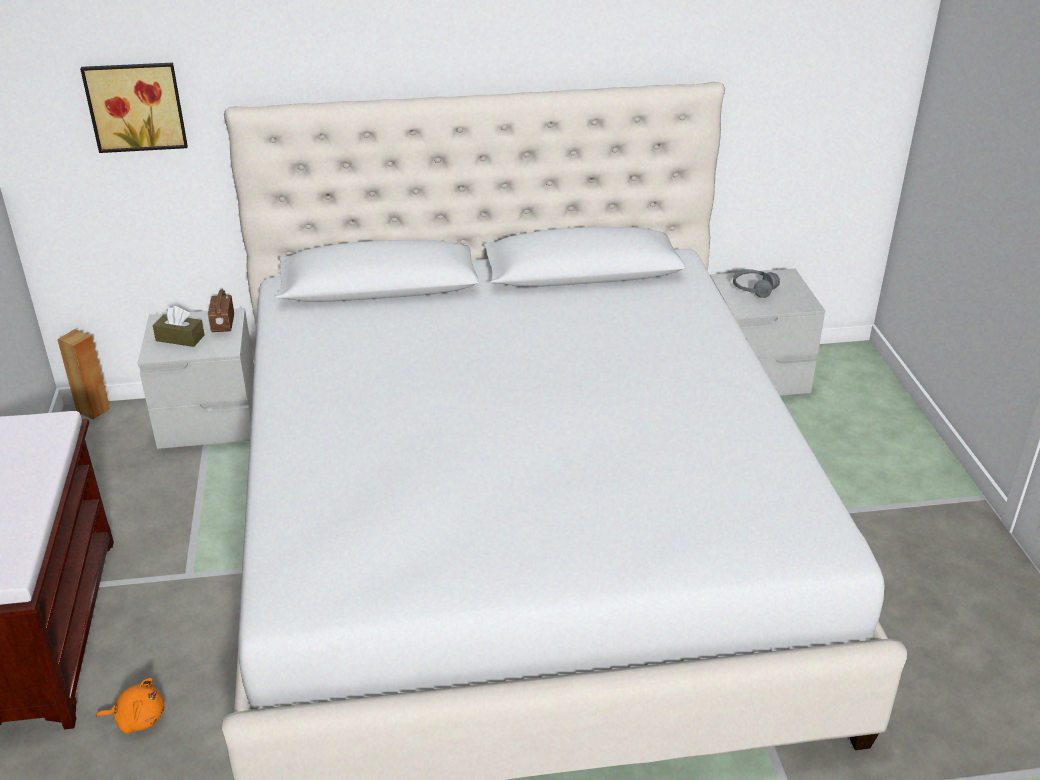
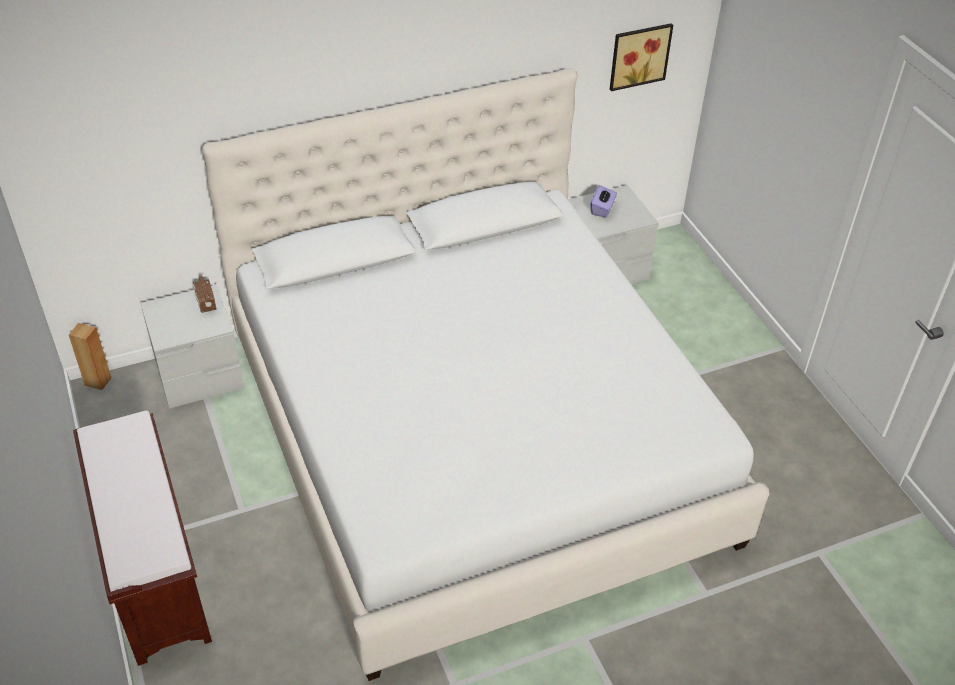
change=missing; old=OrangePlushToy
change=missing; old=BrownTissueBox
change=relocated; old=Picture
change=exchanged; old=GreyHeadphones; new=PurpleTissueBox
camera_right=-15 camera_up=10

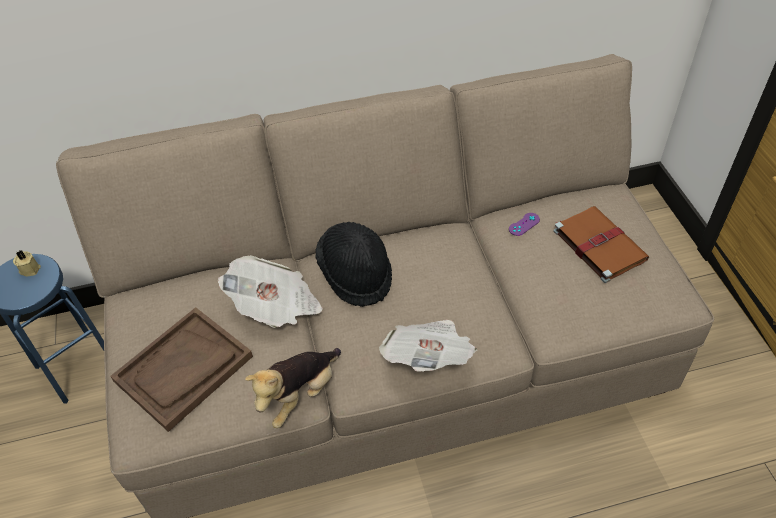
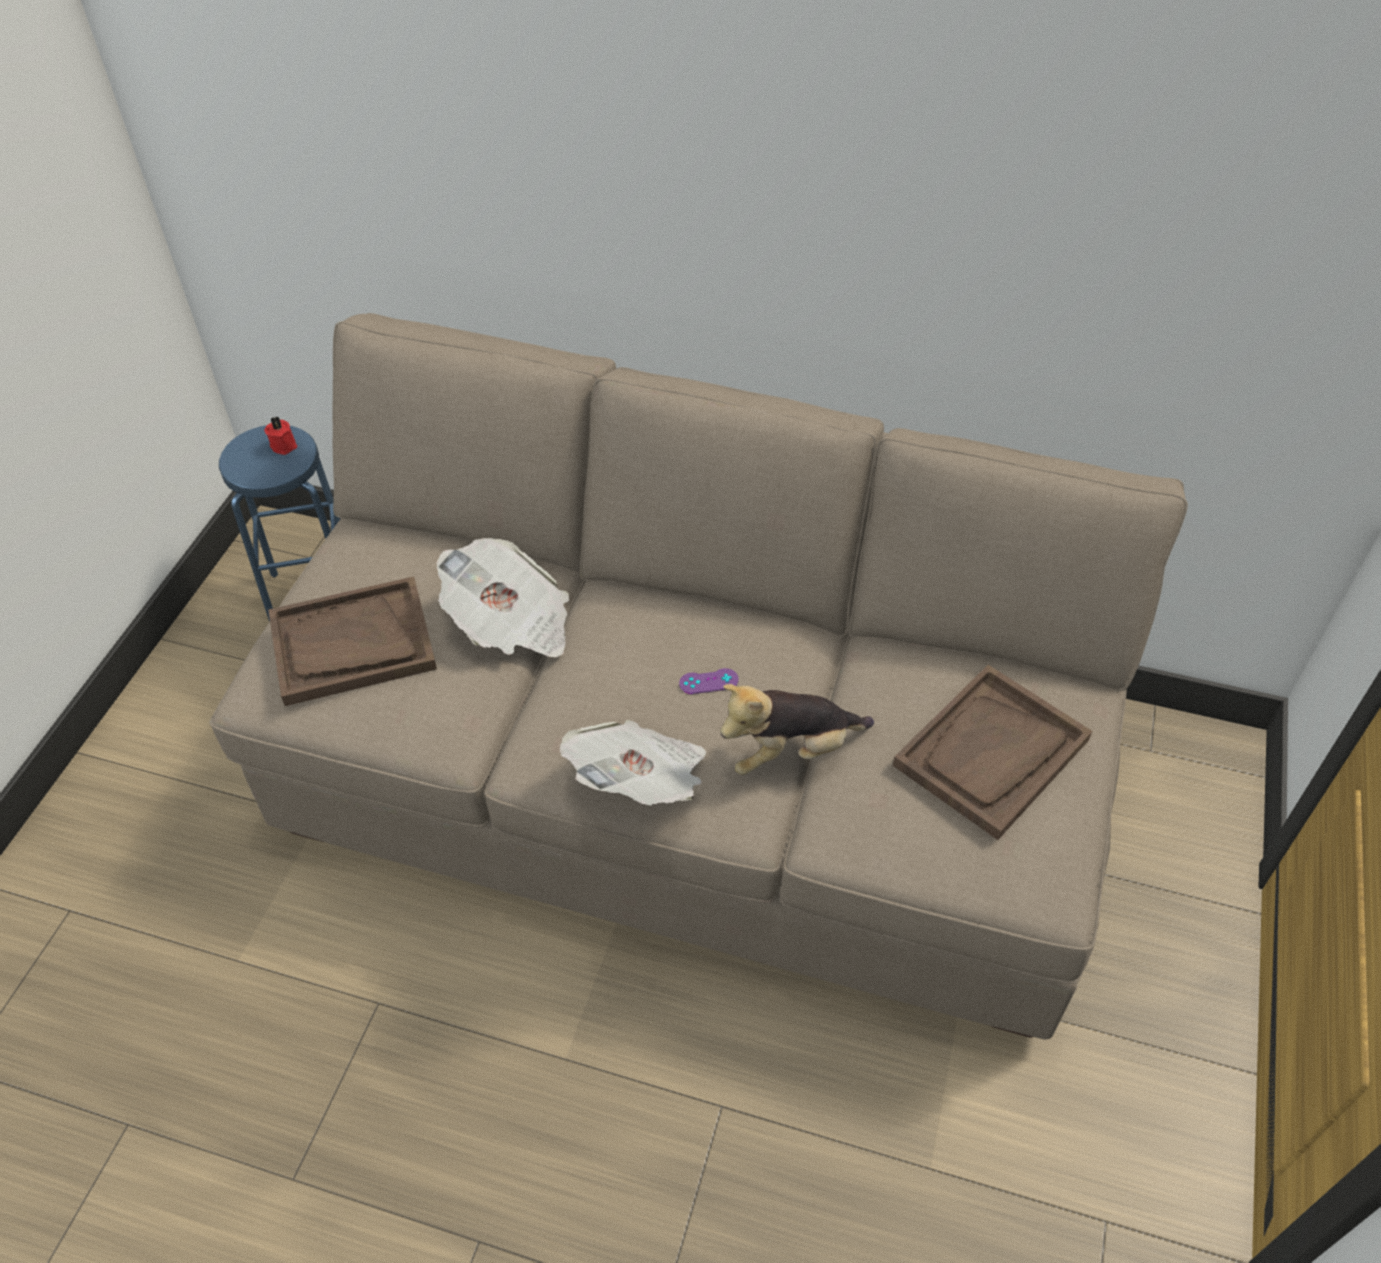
change=missing; old=BlackHat
change=relocated; old=PlushToy
change=relocated; old=PurpleGameController
change=exchanged; old=BrownBook; new=BrownTray (no. 2 from left)
change=colour; old=BeigeCandle; new=RedCandle
camera_right=30 camera_up=0

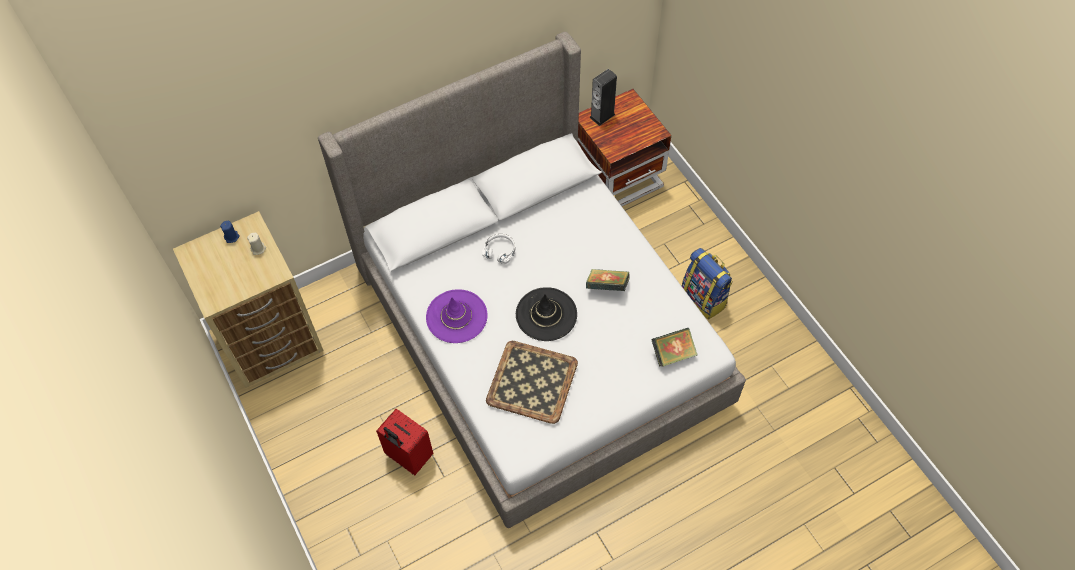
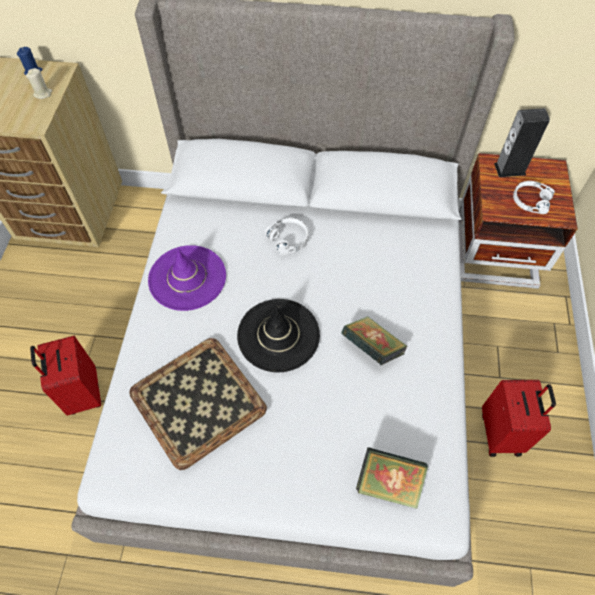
change=appeared; new=WhiteHeadphones (no. 2 from left)
change=exchanged; old=Backpack; new=RedSuitcase (no. 2 from left)
camera_right=35 camera_up=0

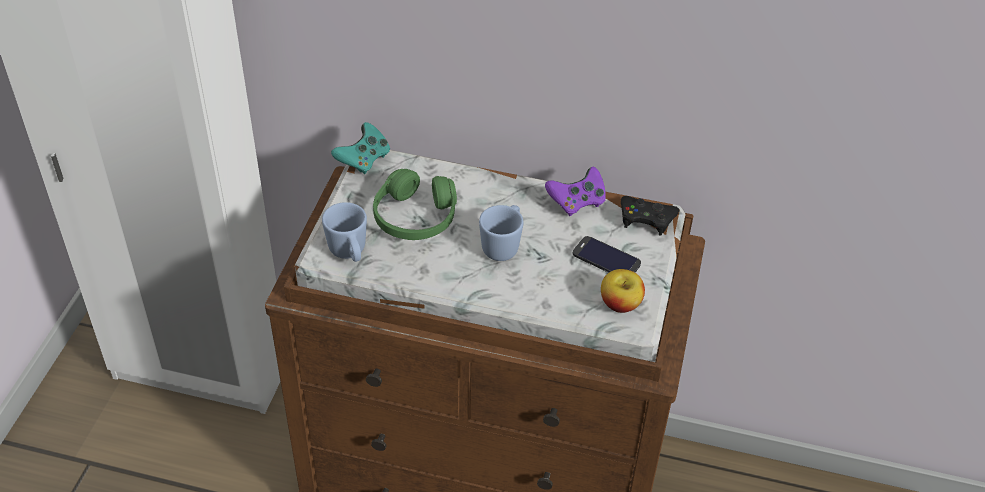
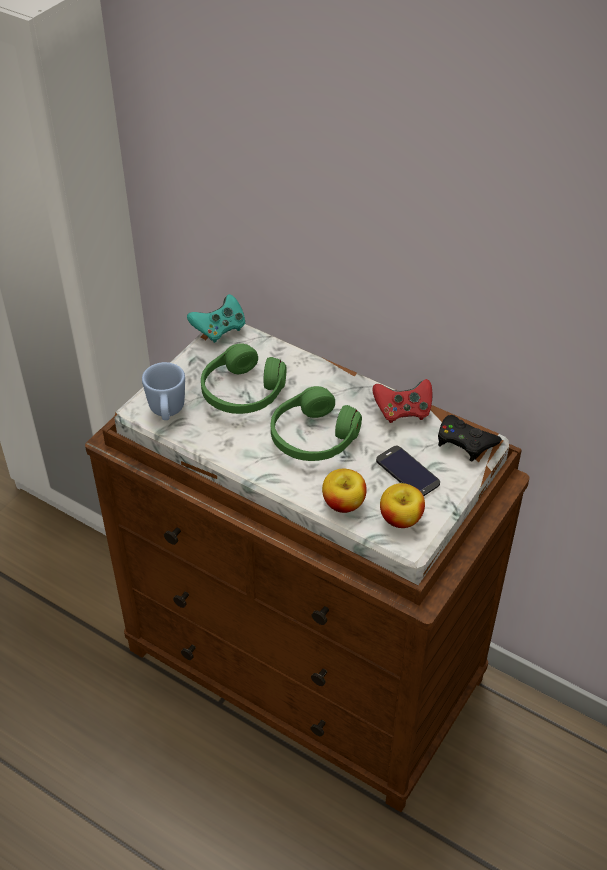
change=appeared; new=Apple (no. 1 from left)
change=exchanged; old=BlueMug (no. 2 from left); new=GreenHeadphones (no. 2 from left)
change=colour; old=PurpleGameController; new=RedGameController
camera_right=20 camera_up=0

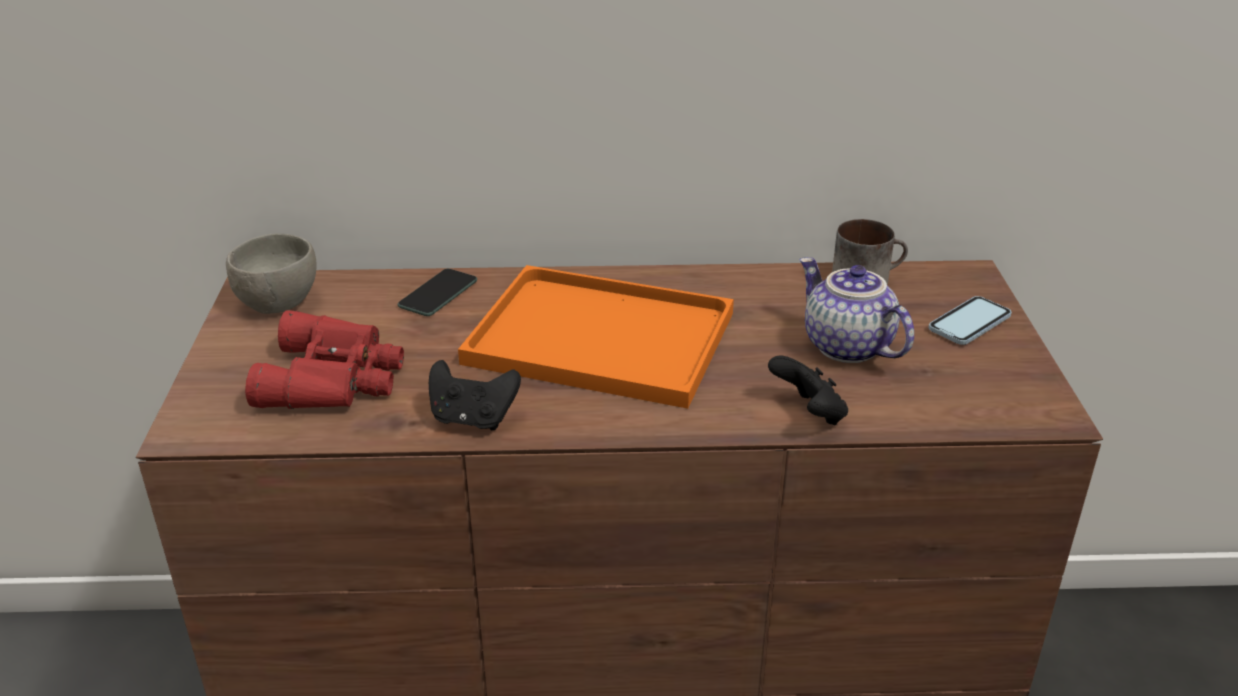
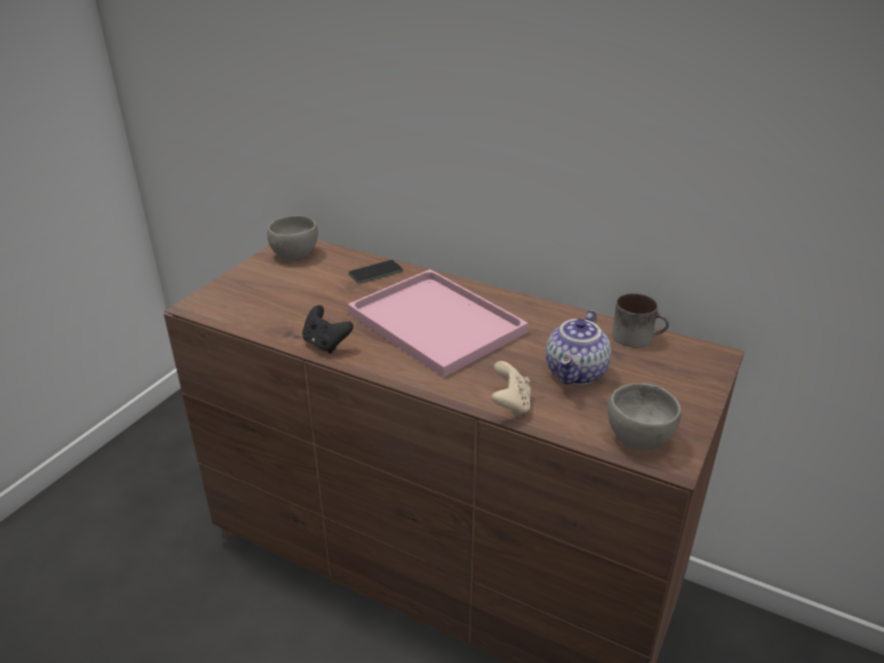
change=missing; old=RedBinoculars
change=missing; old=Phone (no. 2 from left)
change=appeared; new=GreyBowl (no. 2 from left)
change=colour; old=OrangeTray; new=PinkTray
change=colour; old=BlackGameController (no. 2 from left); new=BeigeGameController
change=spun; old=Teapot; degrees=-150
camera_right=30 camera_up=0

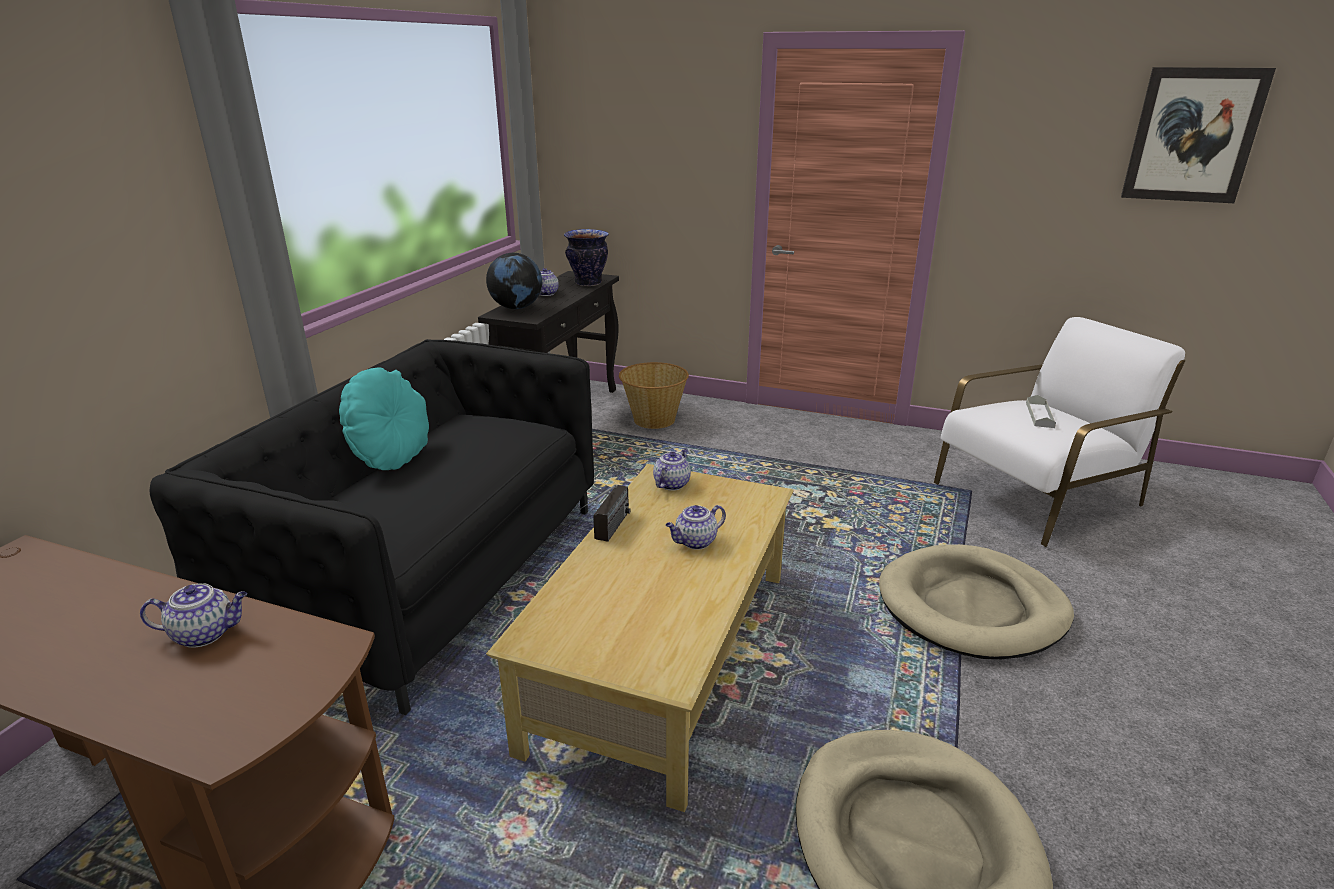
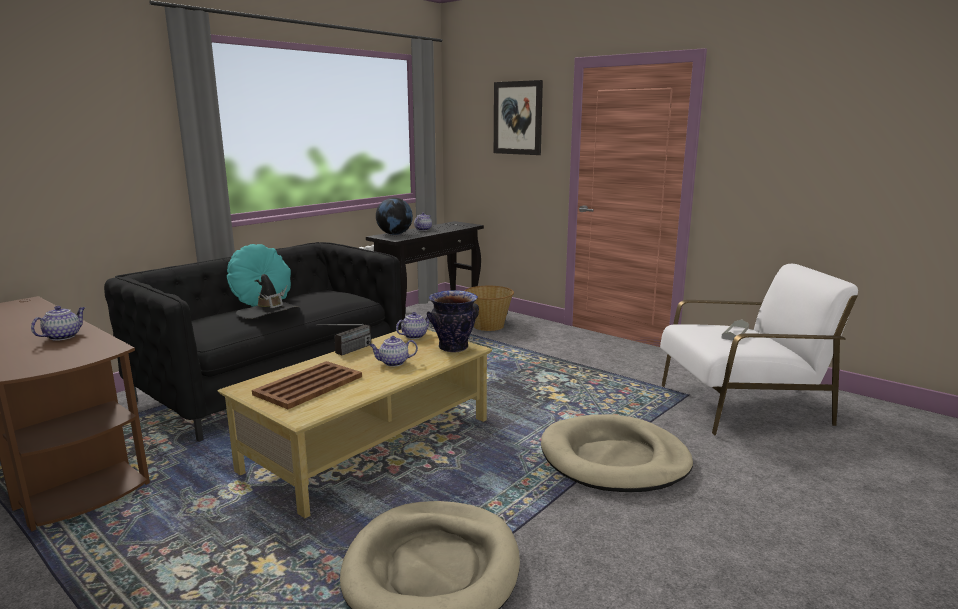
change=appeared; new=BlackHat
change=appeared; new=BrownTray
change=relocated; old=Vase
change=relocated; old=Picture
change=spun; old=Teapot (no. 1 from left); degrees=-75
camera_right=20 camera_up=-10

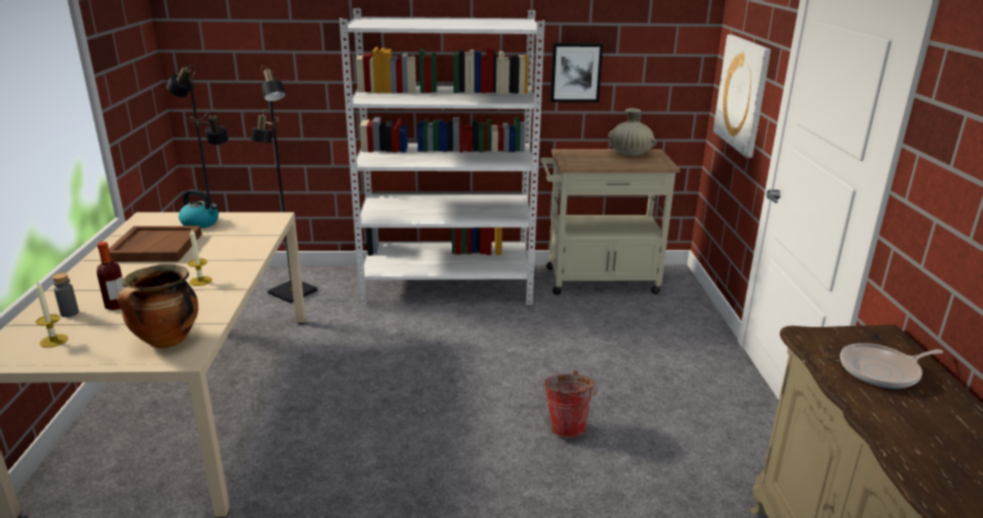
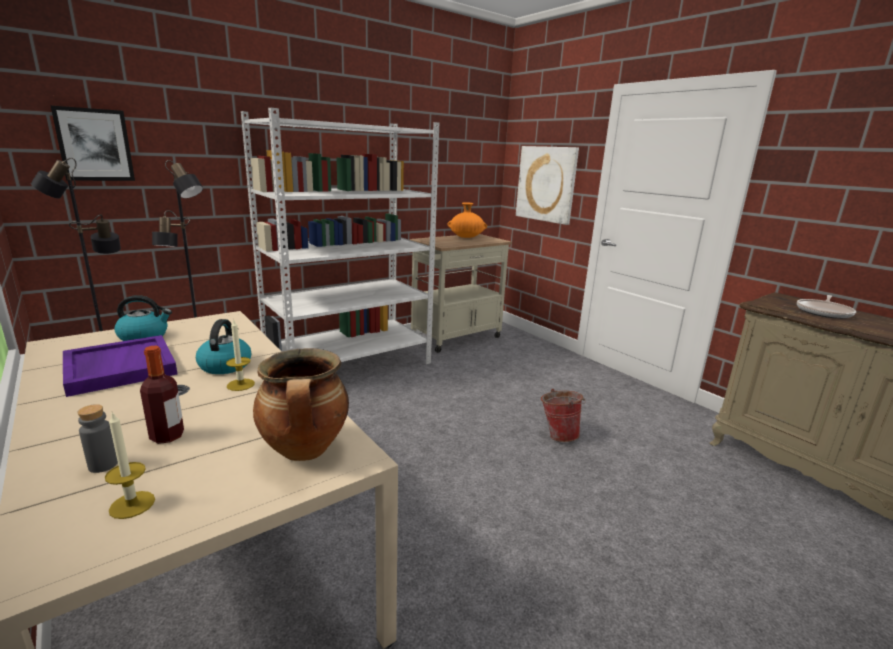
change=appeared; new=Kettle (no. 2 from left)
change=relocated; old=Picture (no. 1 from left)
change=colour; old=BrownTray; new=PurpleTray
change=colour; old=BeigeVase; new=OrangeVase
camera_right=-35 camera_up=-5

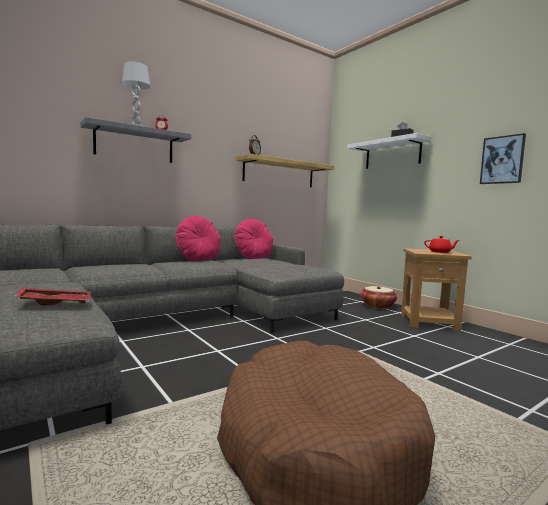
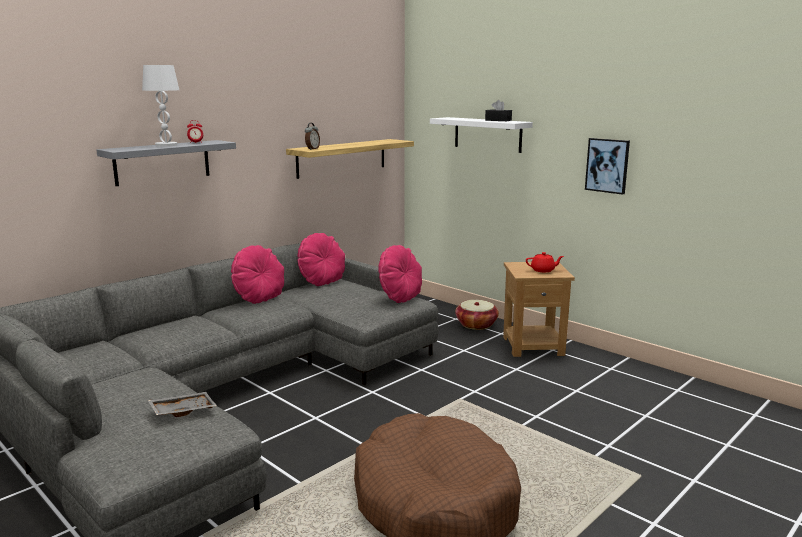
change=appeared; new=PinkPillow (no. 3 from left)
change=colour; old=RedTray; new=GreyTray
camera_right=-10 camera_up=10

